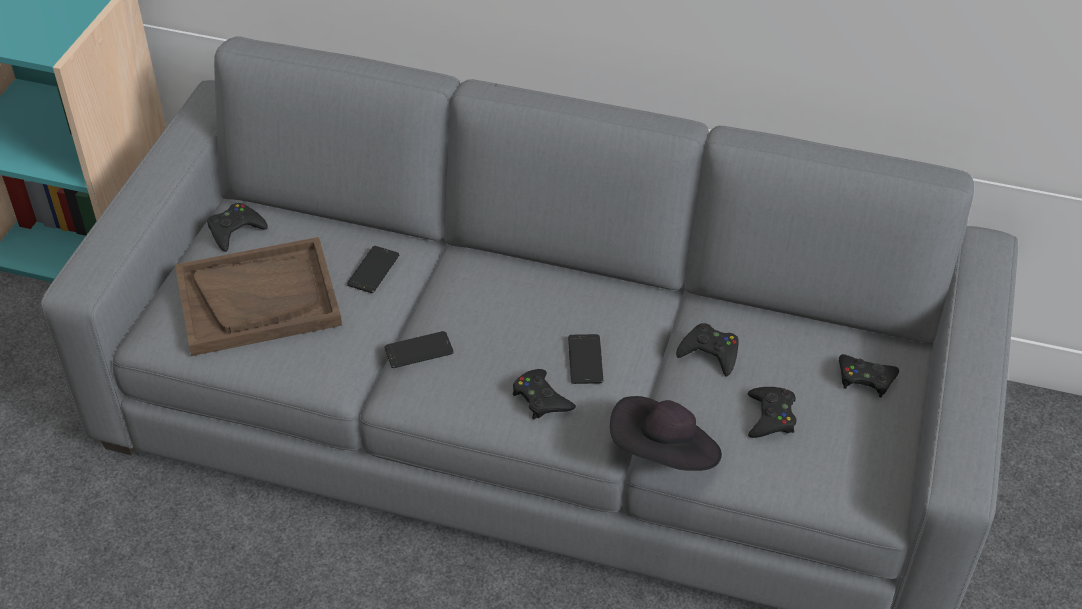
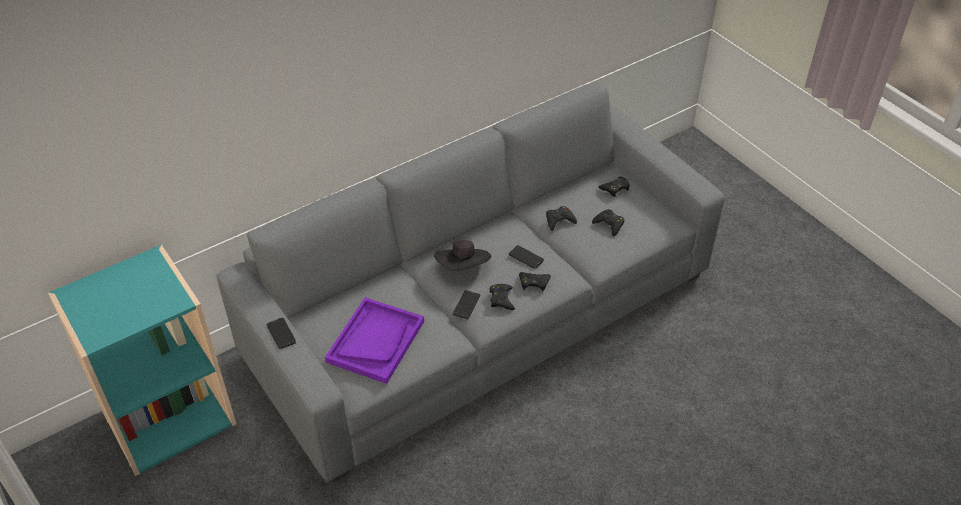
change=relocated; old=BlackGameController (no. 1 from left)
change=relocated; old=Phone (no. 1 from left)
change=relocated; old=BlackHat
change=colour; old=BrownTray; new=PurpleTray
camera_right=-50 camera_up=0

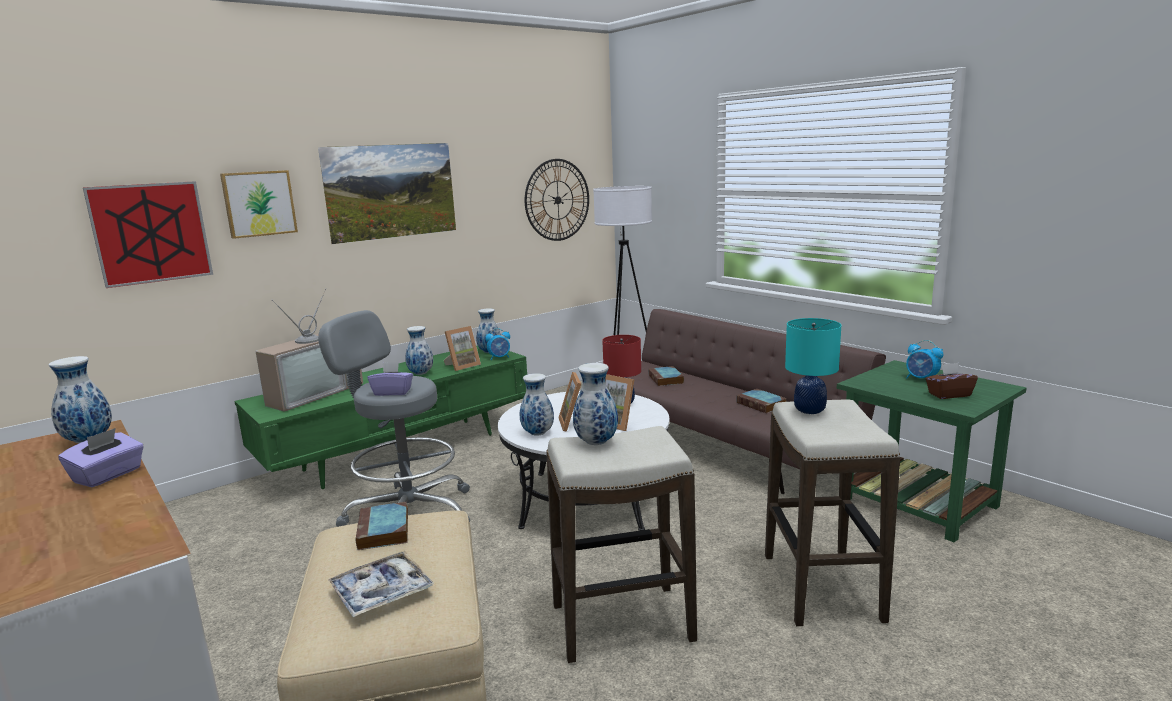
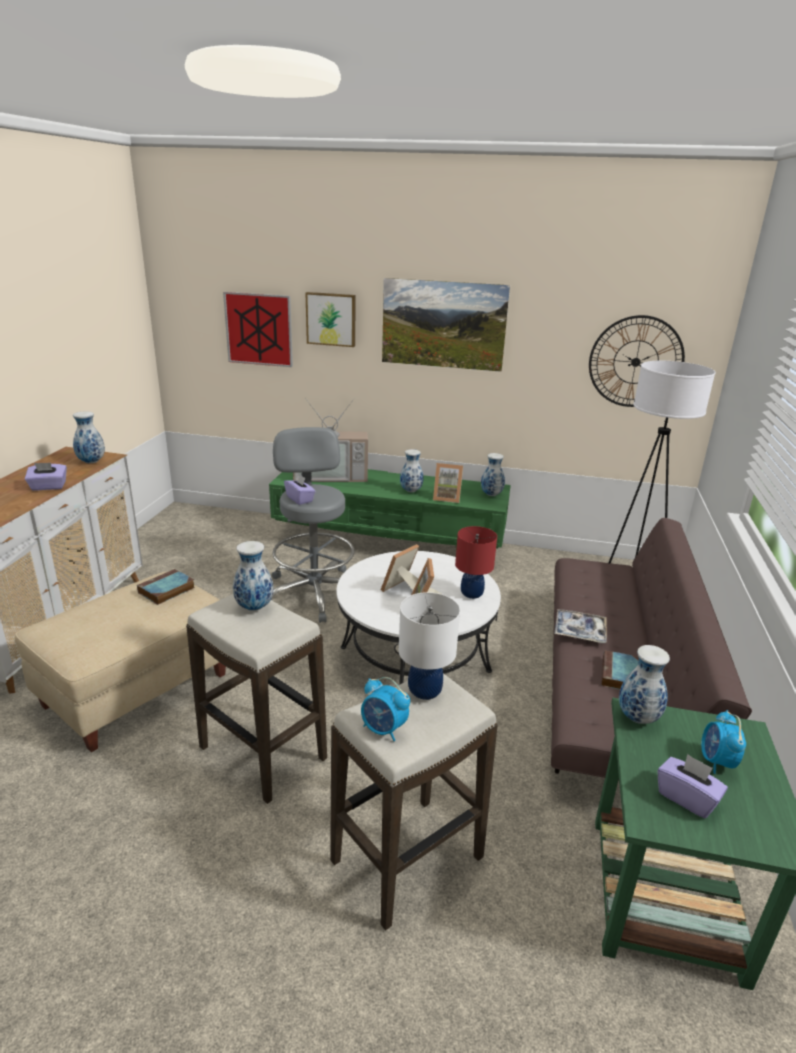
change=missing; old=Book (no. 2 from left)
change=relocated; old=Tray
change=relocated; old=AlarmClock (no. 1 from left)
change=relocated; old=Vase (no. 4 from left in the first image); new=Vase (no. 5 from left)
change=colour; old=TurquoiseTableLamp; new=WhiteTableLamp
change=colour; old=BrownTissueBox; new=PurpleTissueBox (no. 3 from left)
camera_right=50 camera_up=10

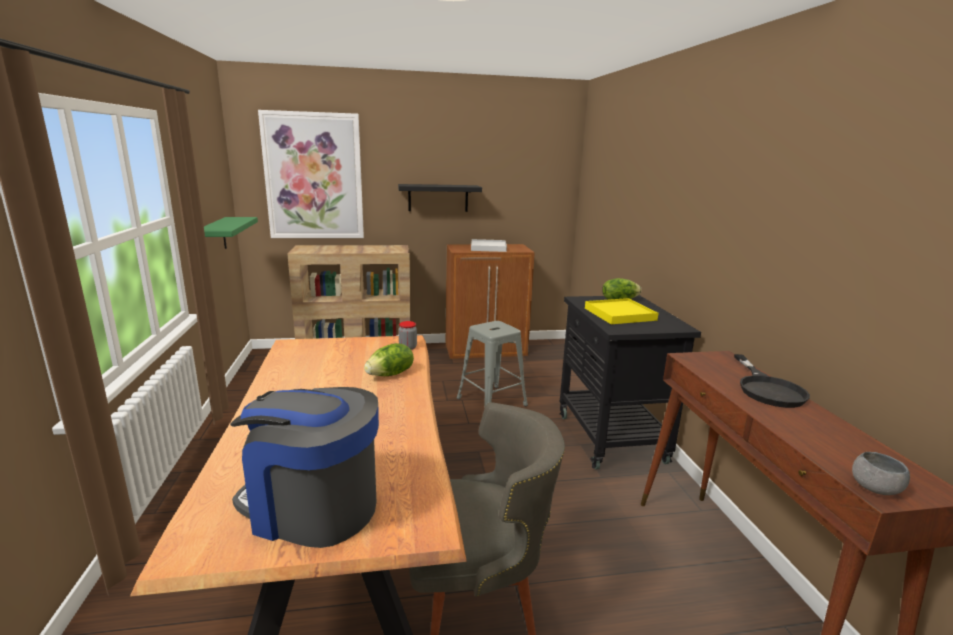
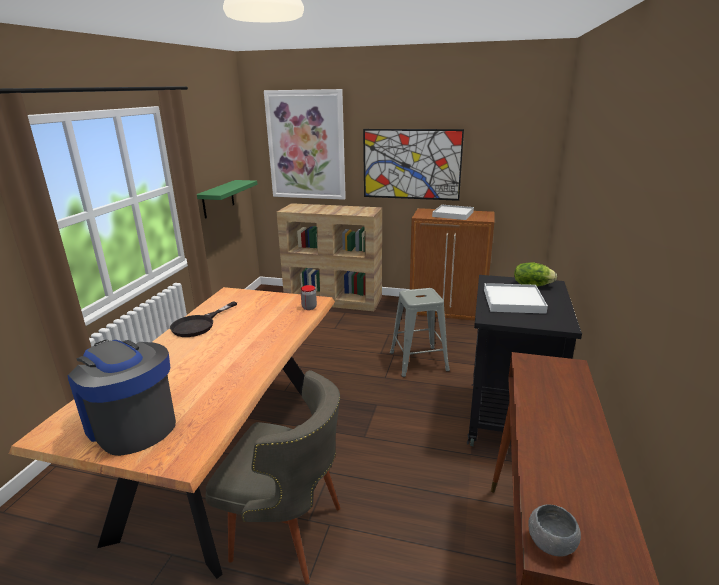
change=missing; old=Lettuce (no. 1 from left)
change=relocated; old=BlackFryingPan
change=exchanged; old=BlackShelf; new=Picture (no. 2 from left)
change=colour; old=YellowTray; new=WhiteTray (no. 2 from left)
camera_right=25 camera_up=5

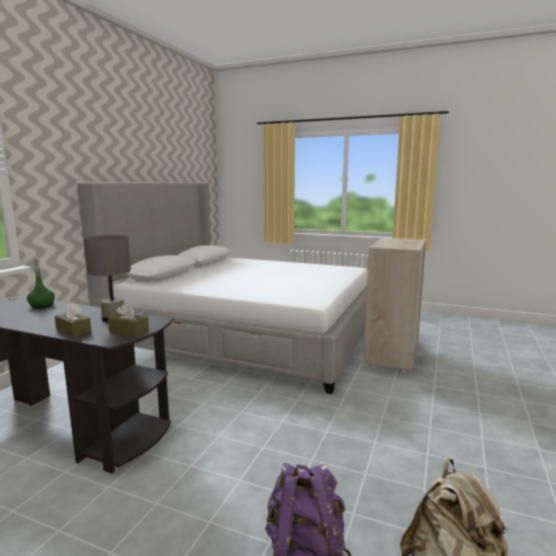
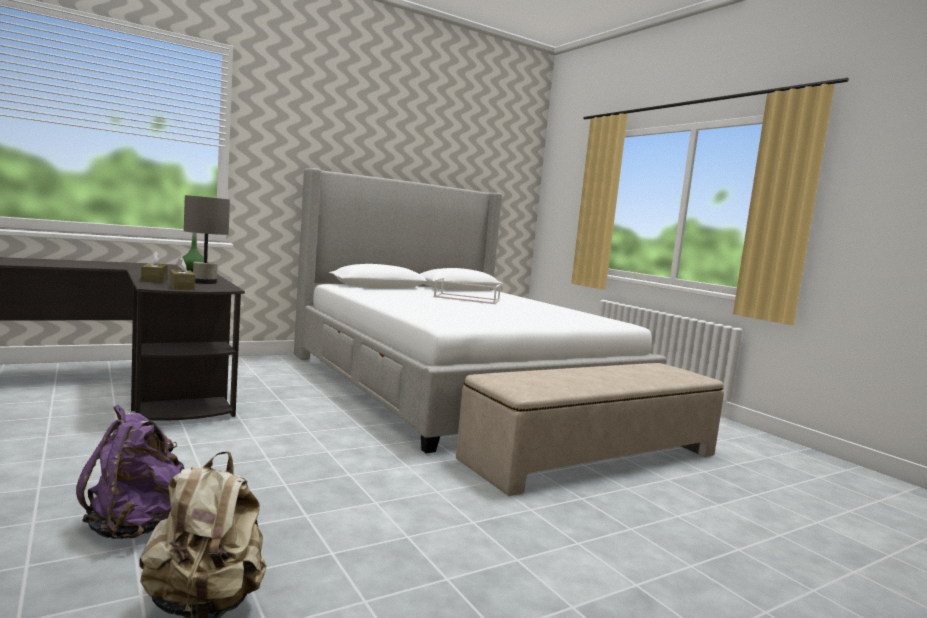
change=appeared; new=WhiteTray
change=exchanged; old=BeigeCabinet; new=BeigeBench
camera_right=35 camera_up=-5

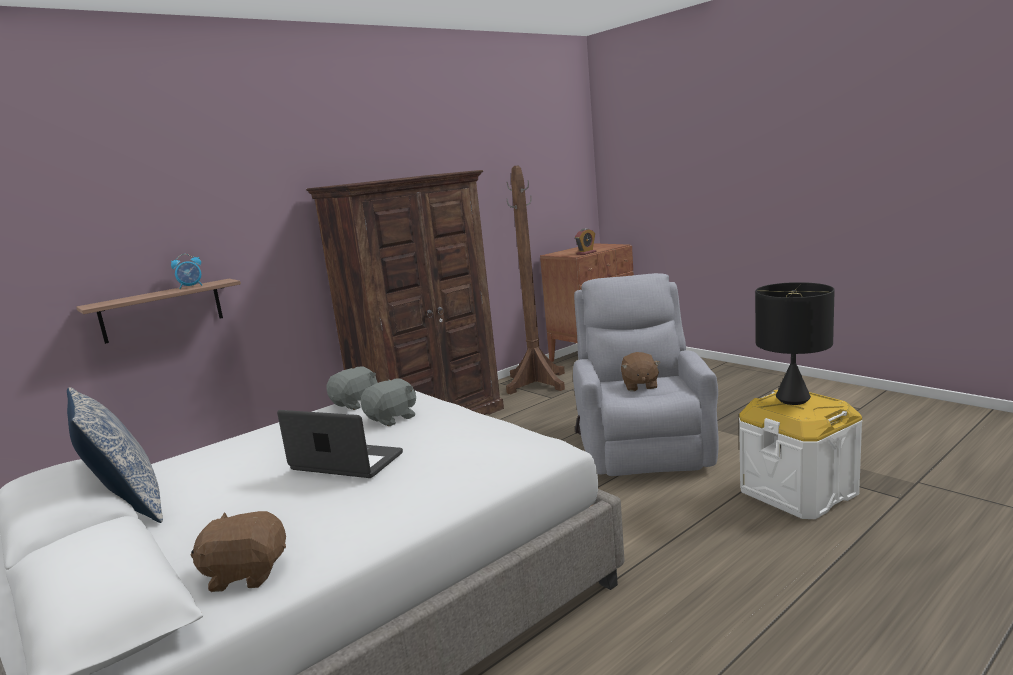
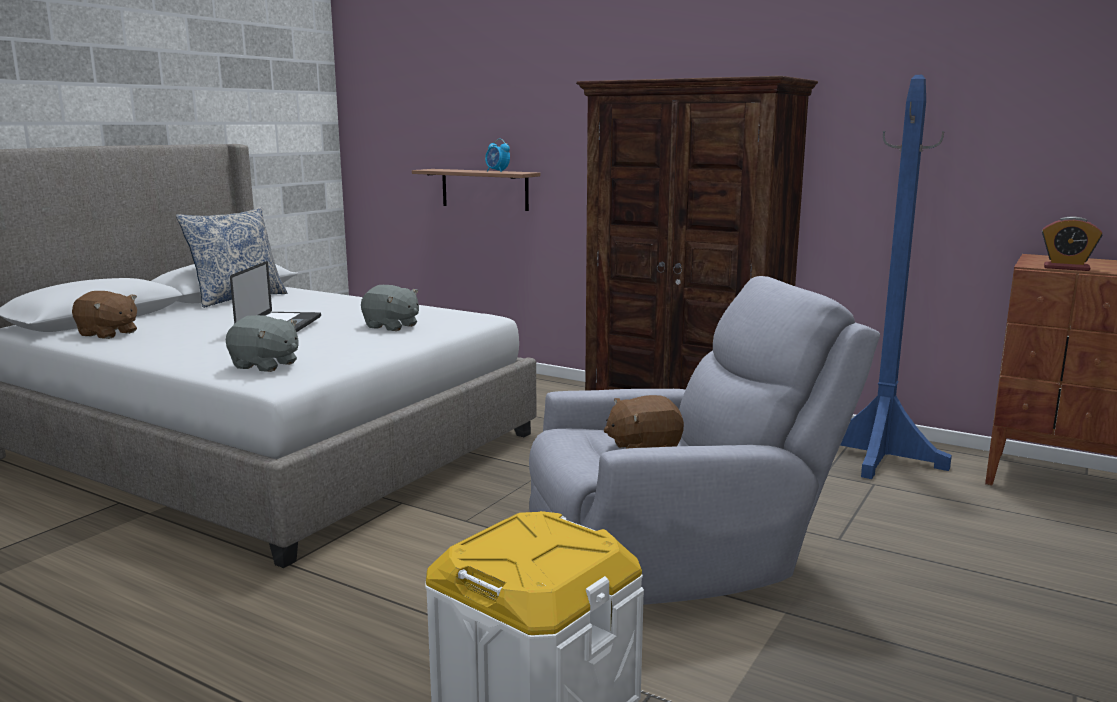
change=missing; old=BlackTableLamp
change=relocated; old=GreyPlushToy (no. 1 from left)
change=colour; old=BrownClothesRack; new=BlueClothesRack
change=spun; old=BrownPlushToy (no. 1 from left); degrees=135
camera_right=70 camera_up=0

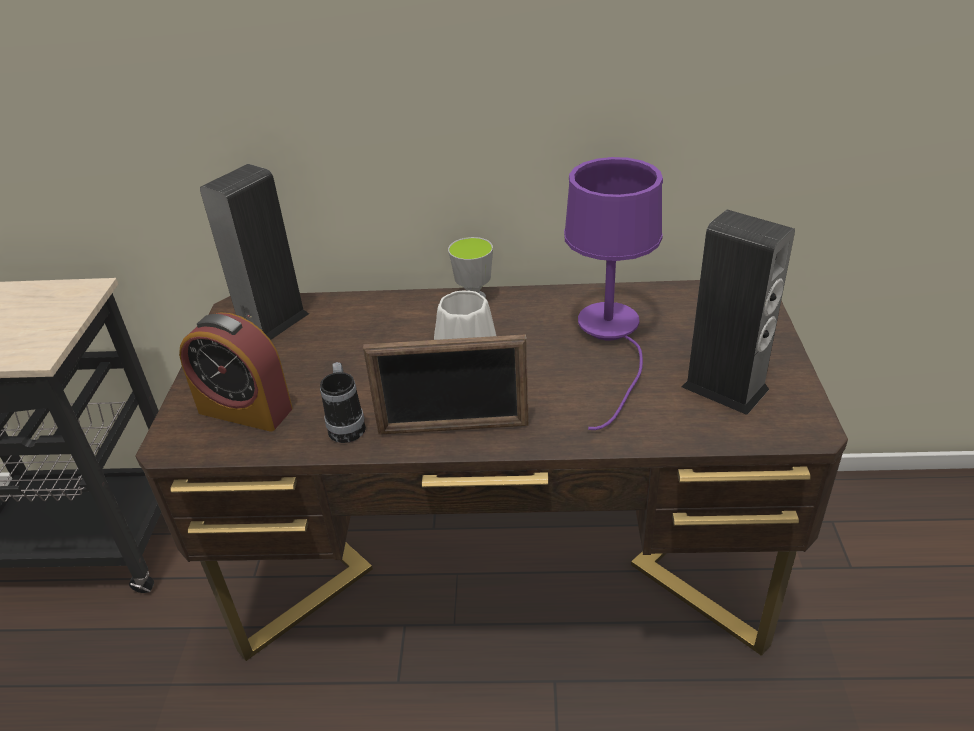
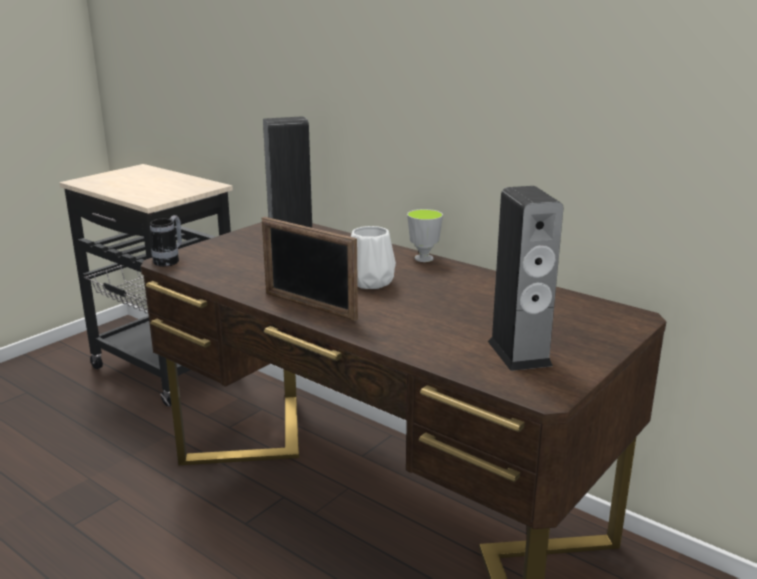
change=missing; old=AlarmClock
change=missing; old=PurpleTableLamp
change=relocated; old=Mug
camera_right=35 camera_up=-15

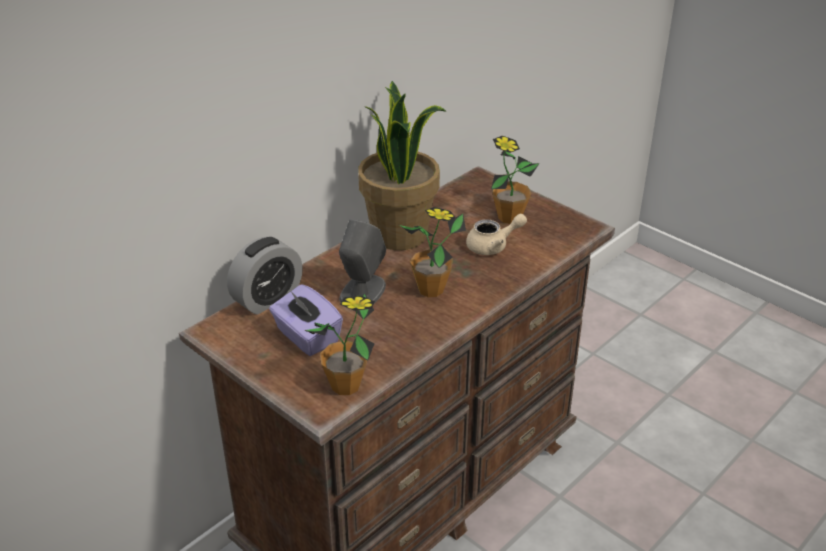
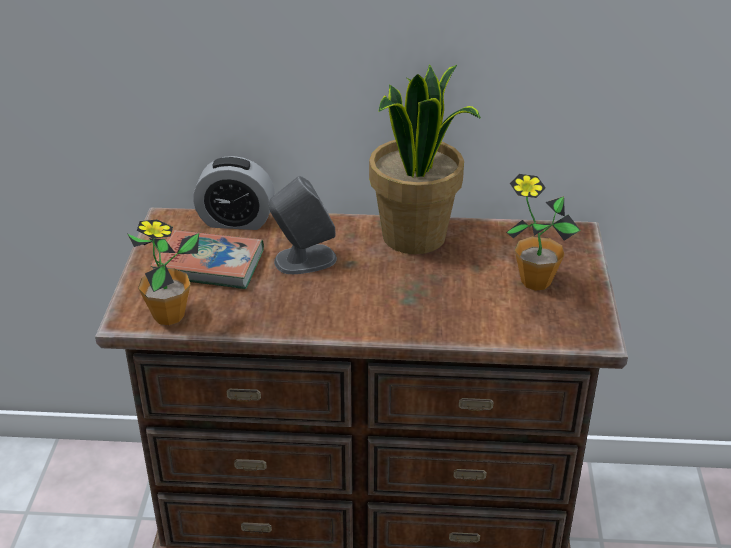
change=missing; old=PottedPlant (no. 3 from left)
change=missing; old=BeigeTeapot
change=exchanged; old=PurpleTissueBox; new=Book
camera_right=50 camera_up=0

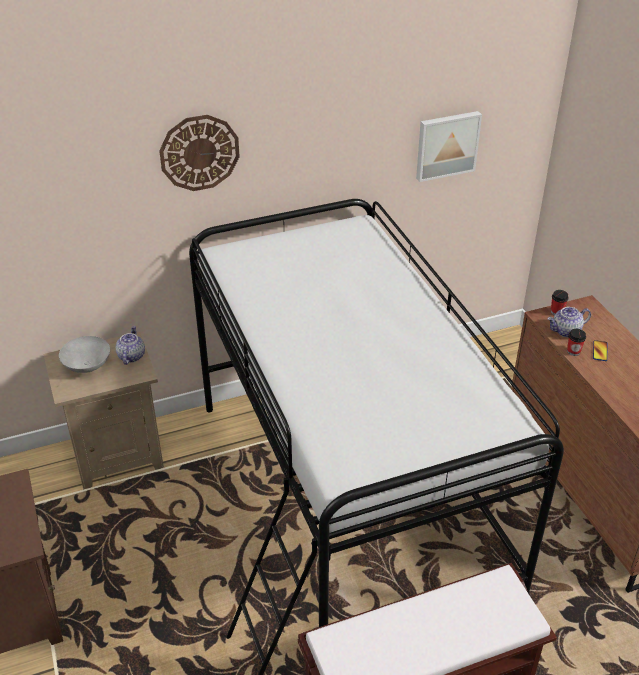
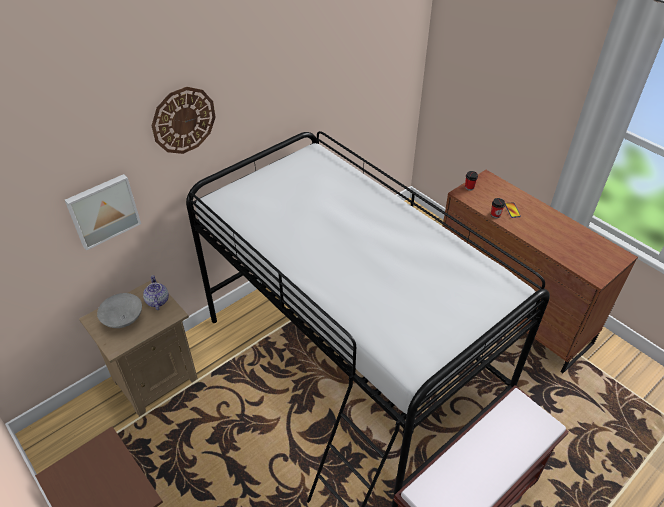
change=missing; old=Teapot (no. 2 from left)
change=relocated; old=Picture
camera_right=-20 camera_up=5

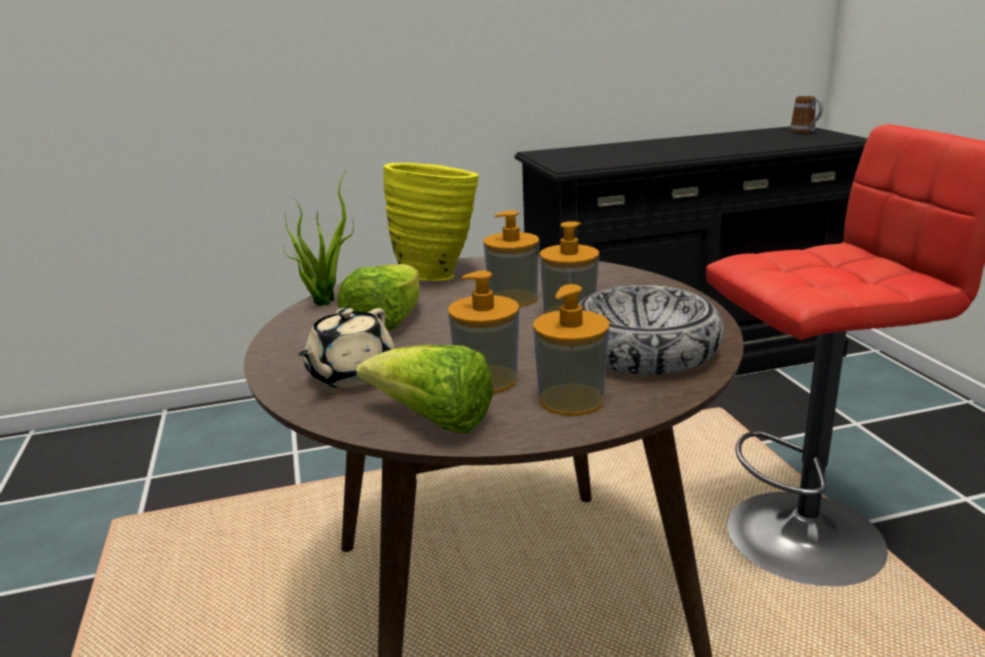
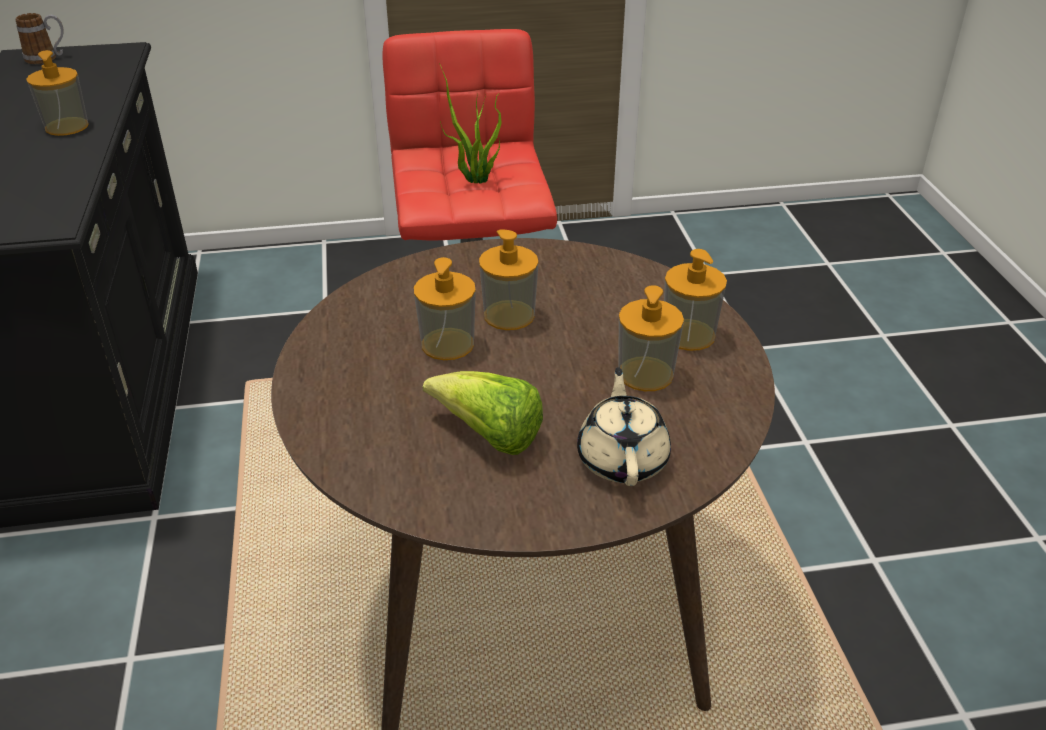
change=missing; old=Lettuce (no. 2 from left)
change=missing; old=YellowVase
change=missing; old=Bowl
change=appeared; new=SoapDispenser (no. 1 from left)
change=relocated; old=PottedPlant
change=spun; old=BeigeTeapot; degrees=-120
camera_right=-85 camera_up=15

